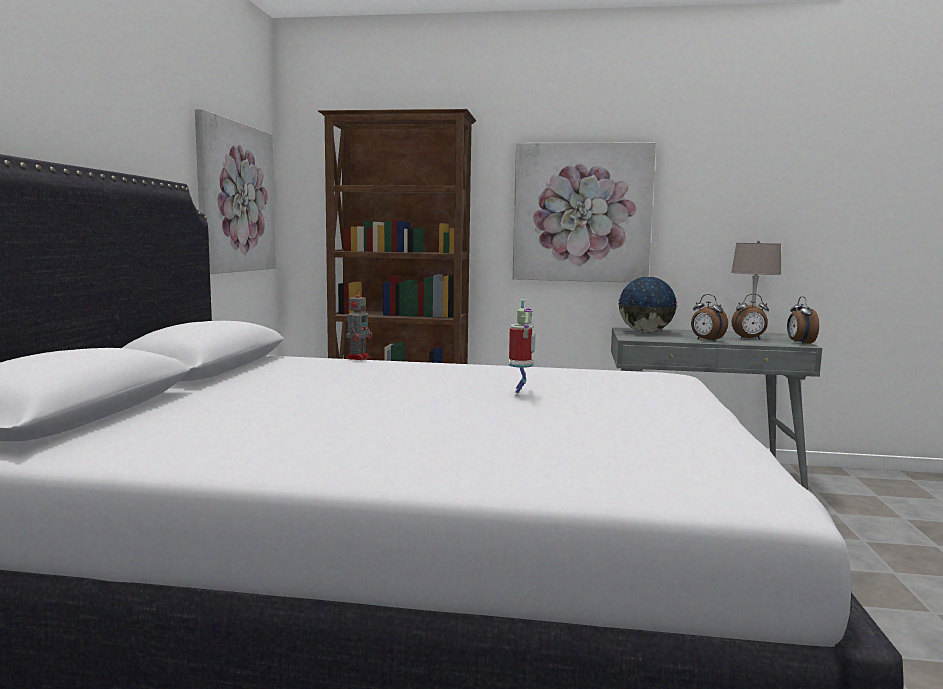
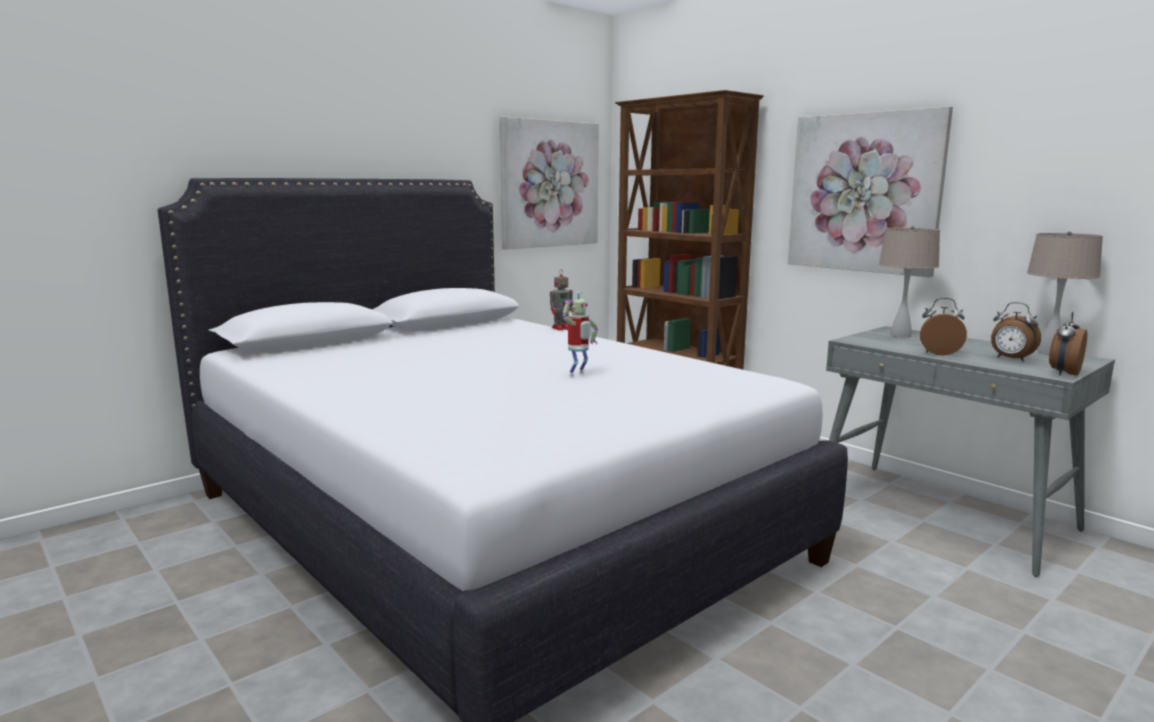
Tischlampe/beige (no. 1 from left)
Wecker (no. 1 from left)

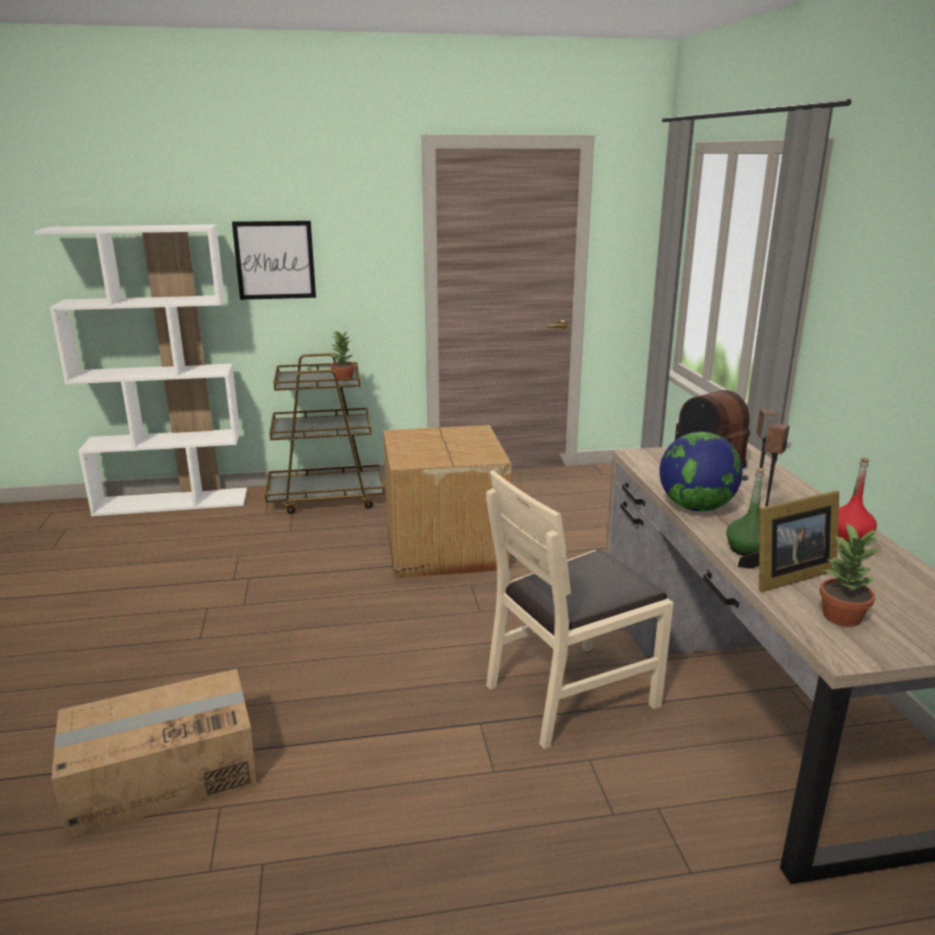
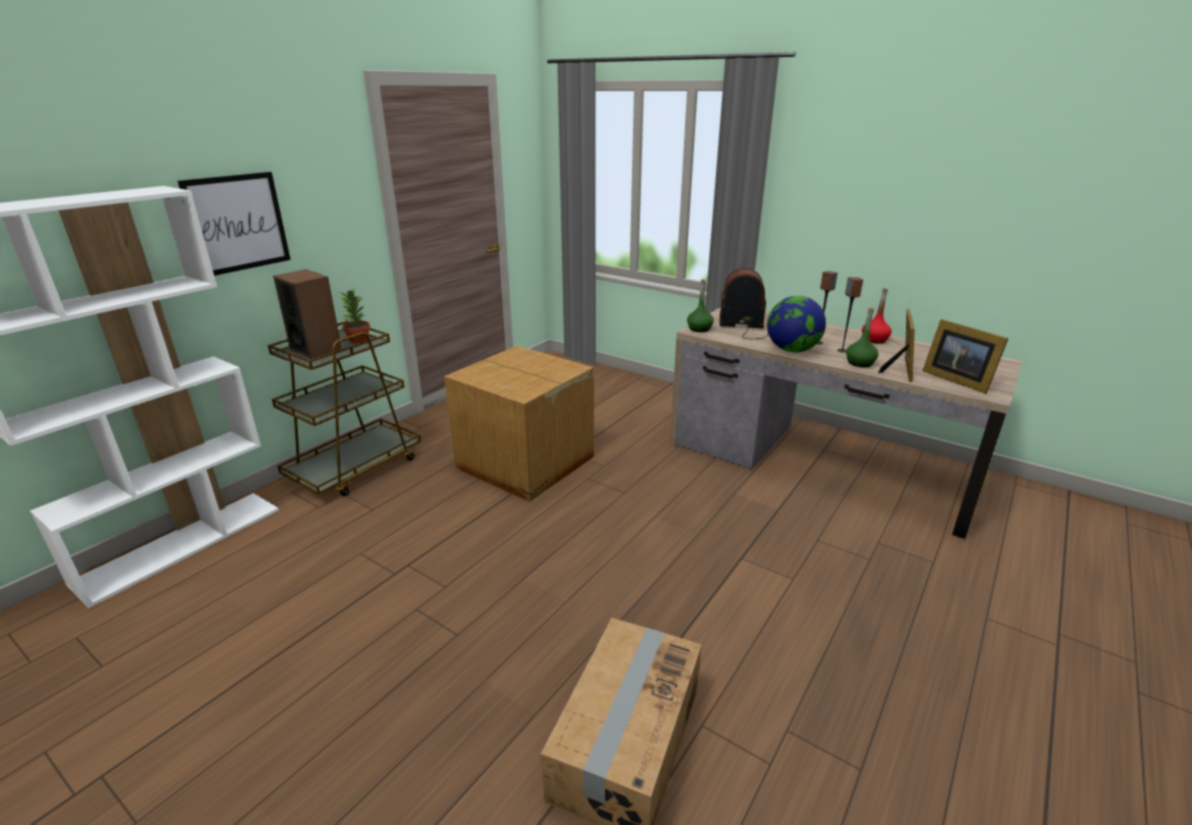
Lautsprecher (no. 1 from left)
Flasche/grün (no. 1 from left)
Bilderrahmen (no. 2 from left)
Stuhl/beige

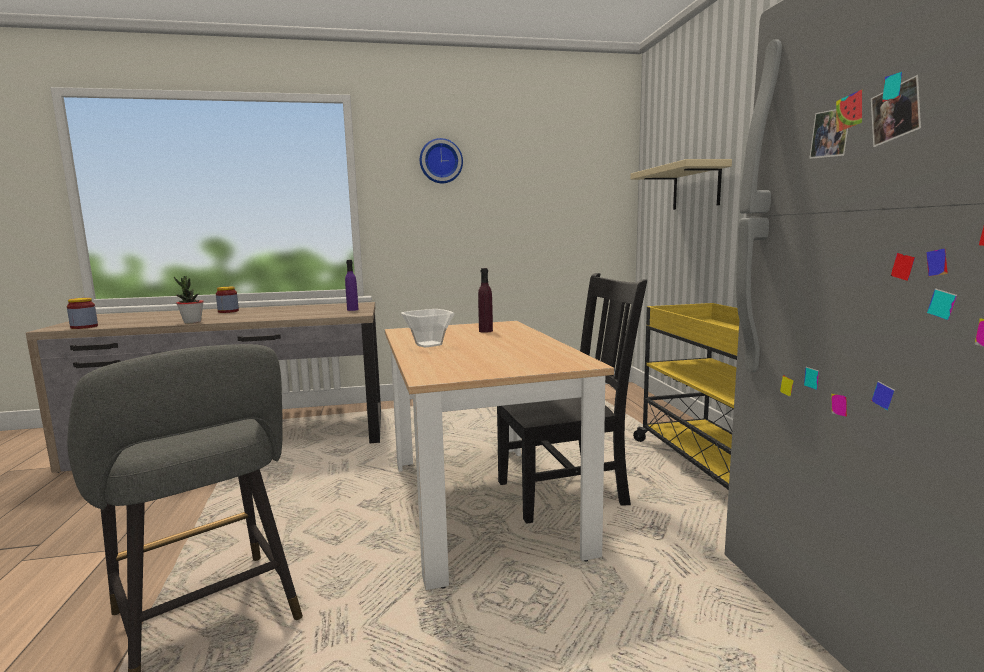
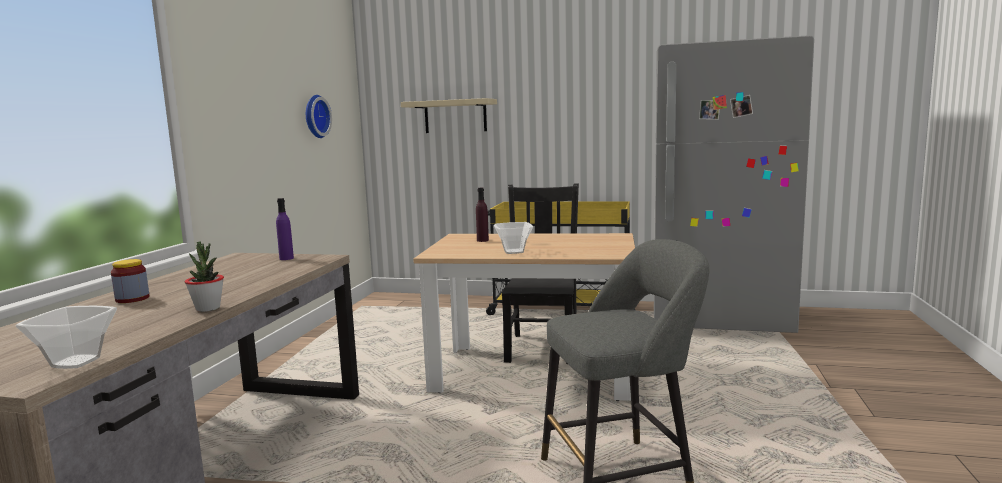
Schüssel (no. 1 from left)
Wanduhr

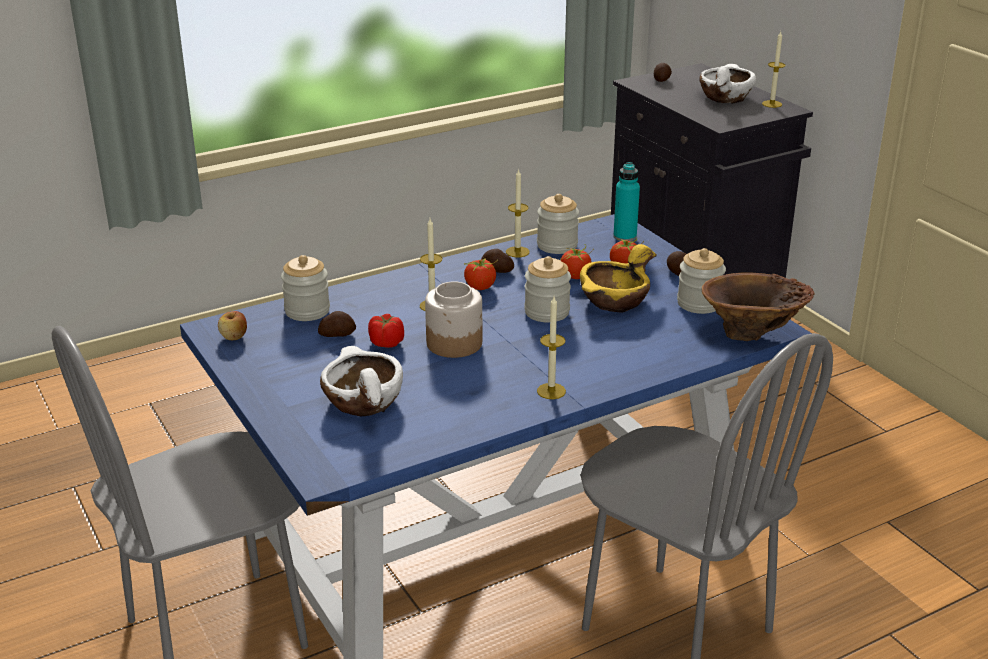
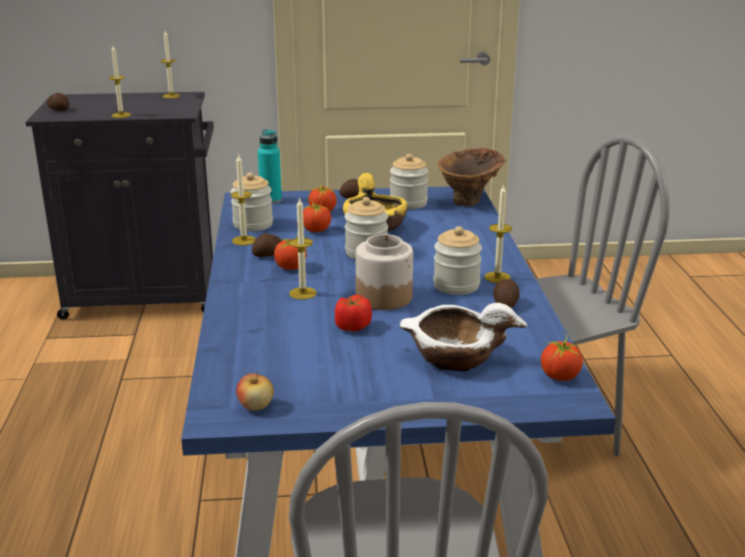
Kerze (no. 1 from left)
Vorratsglas (no. 5 from left)
Kartoffel (no. 4 from left)
Tomate (no. 5 from left)
Schüssel/weiß (no. 2 from left in the first image)

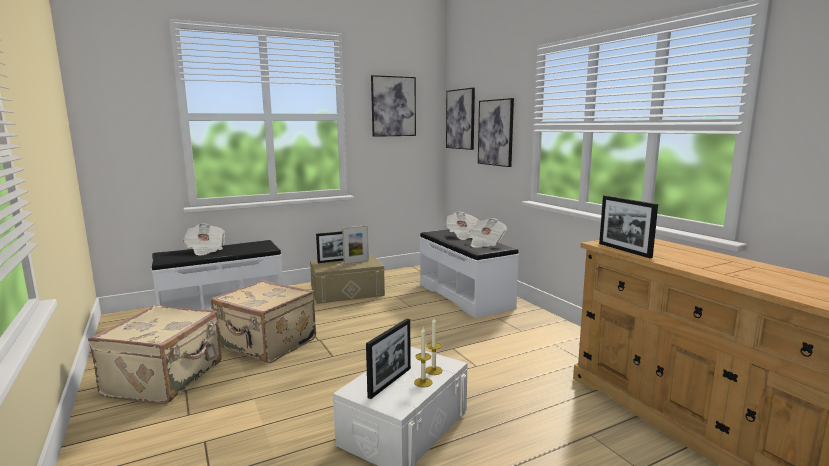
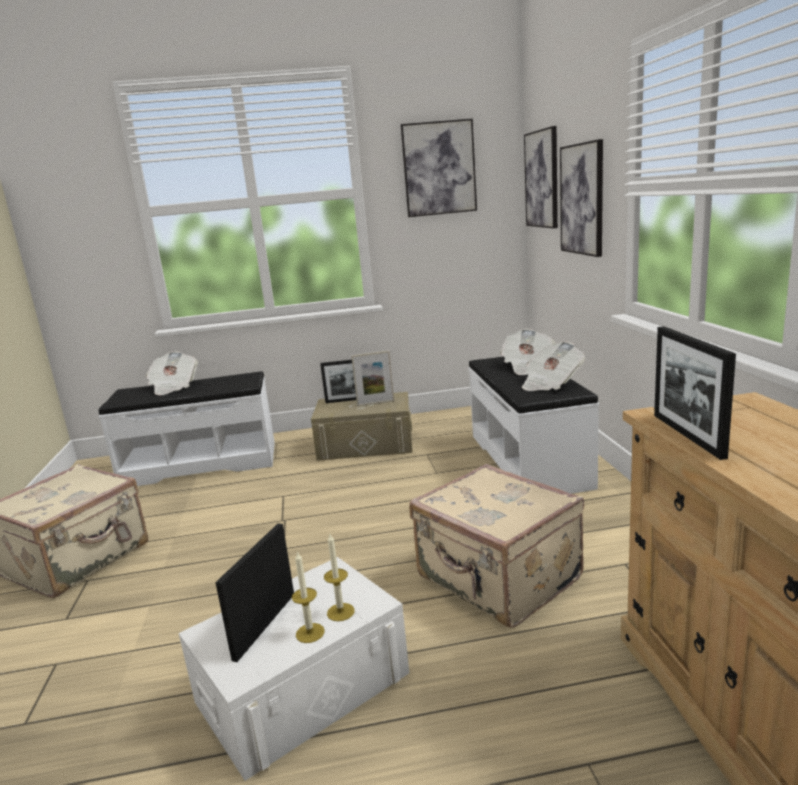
Bilderrahmen (no. 1 from left)
Koffer/beige (no. 2 from left)

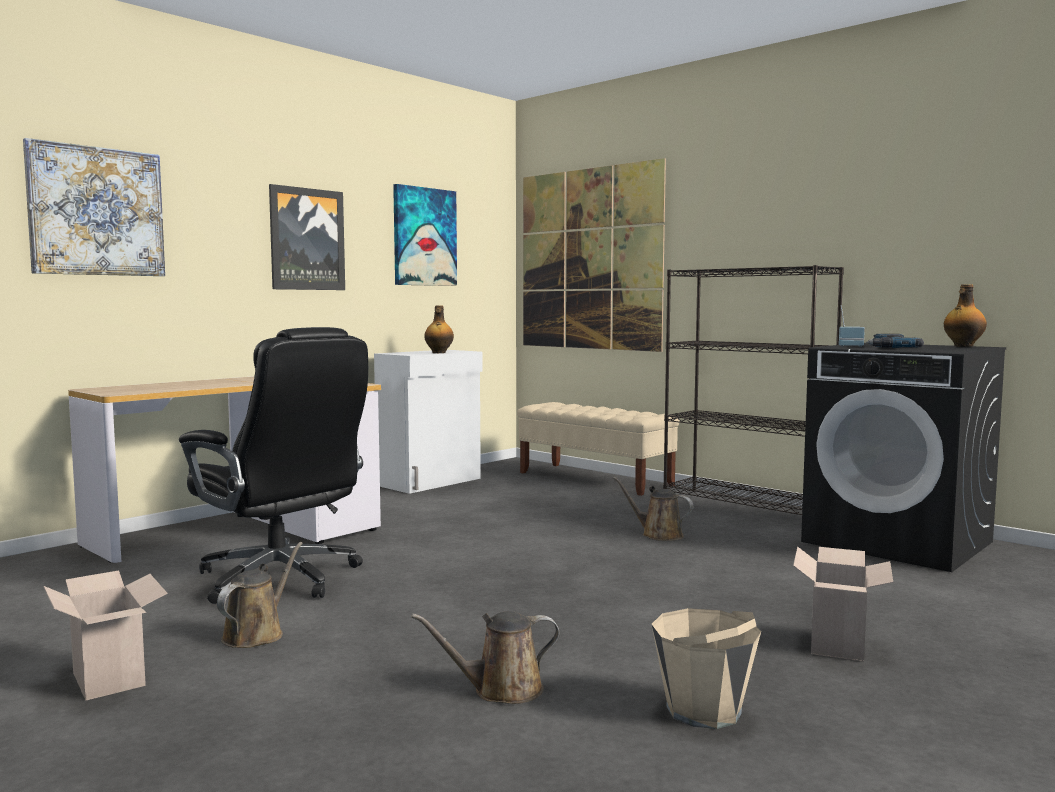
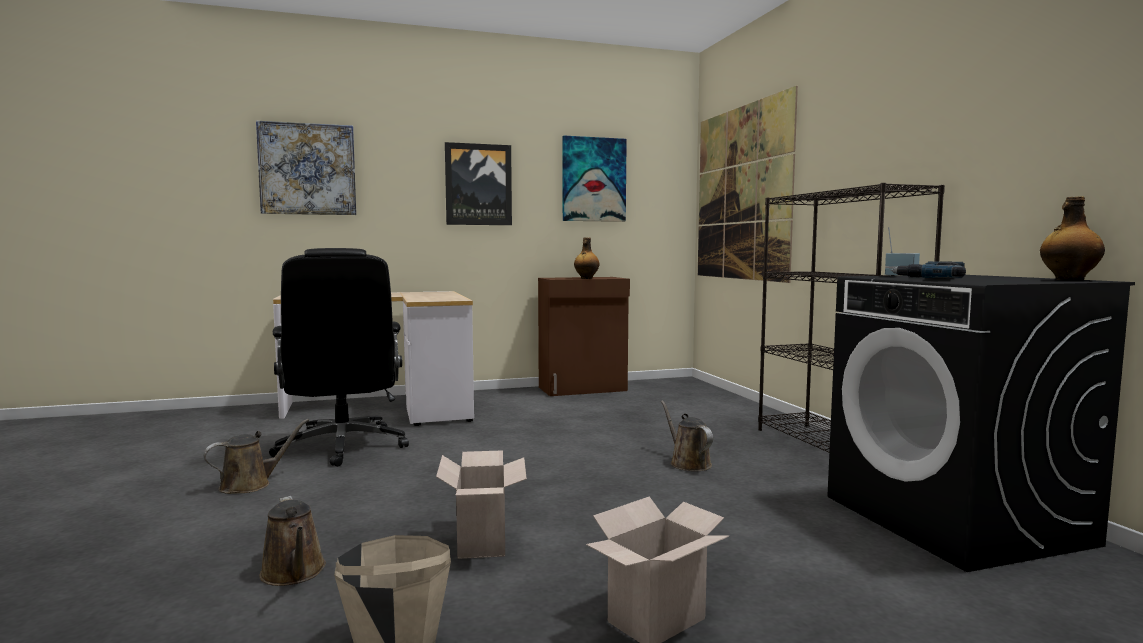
Gießkanne/braun (no. 2 from left)
Karton (no. 1 from left)
Schrank/braun
Bank/beige

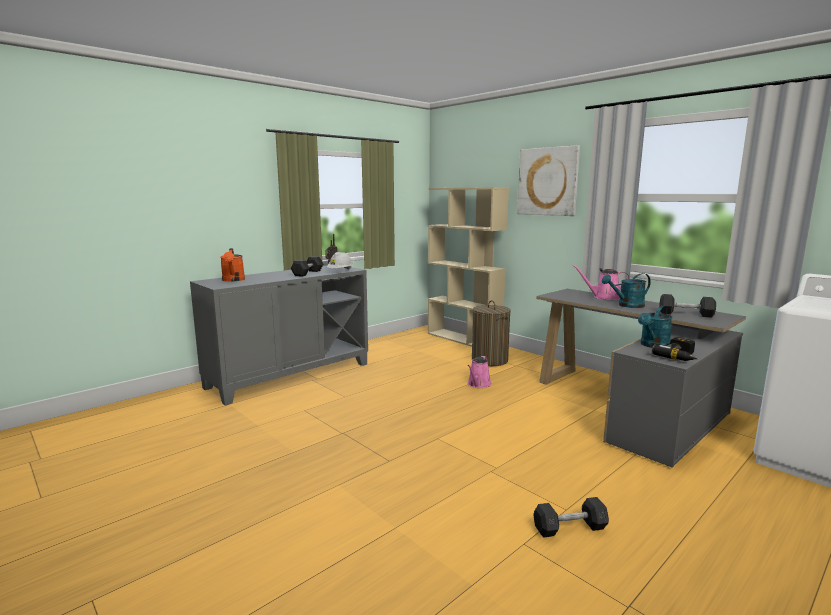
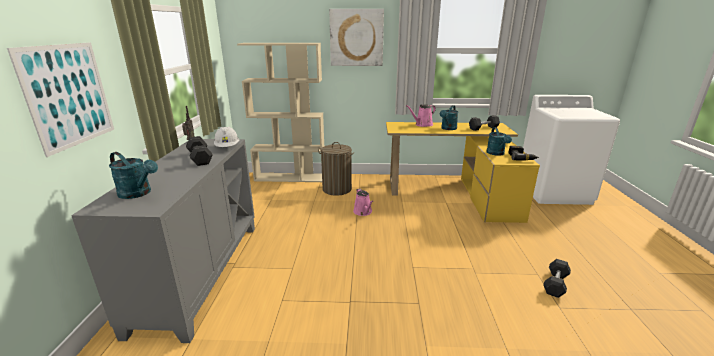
Bild (no. 1 from left)
Gießkanne/türkis (no. 1 from left)
Schreibtisch/gelb

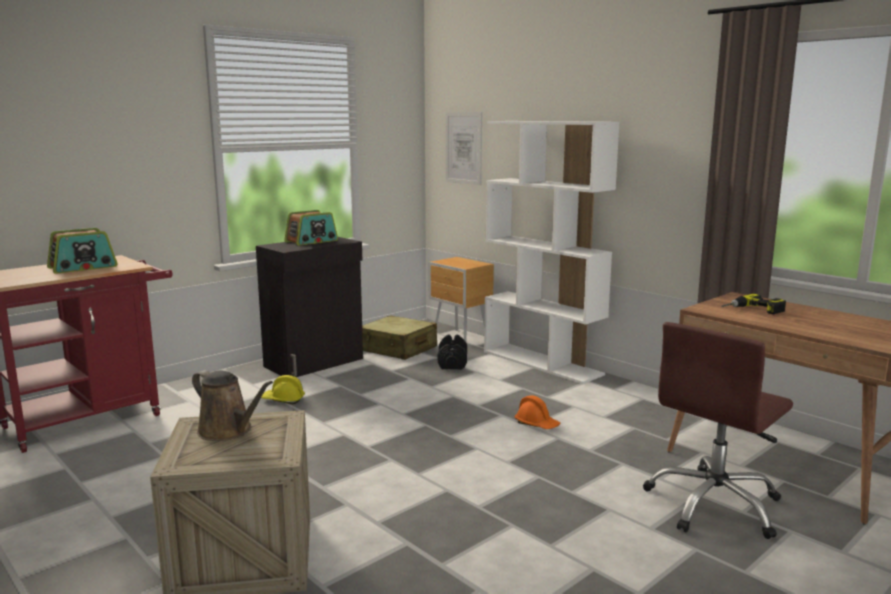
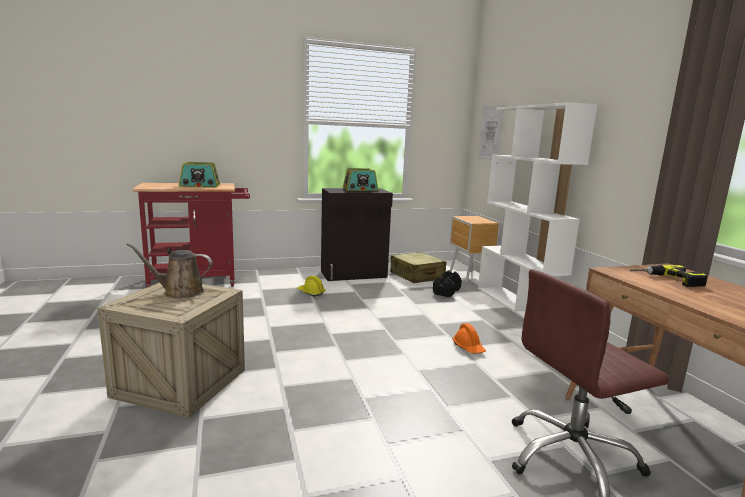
Gießkanne/braun

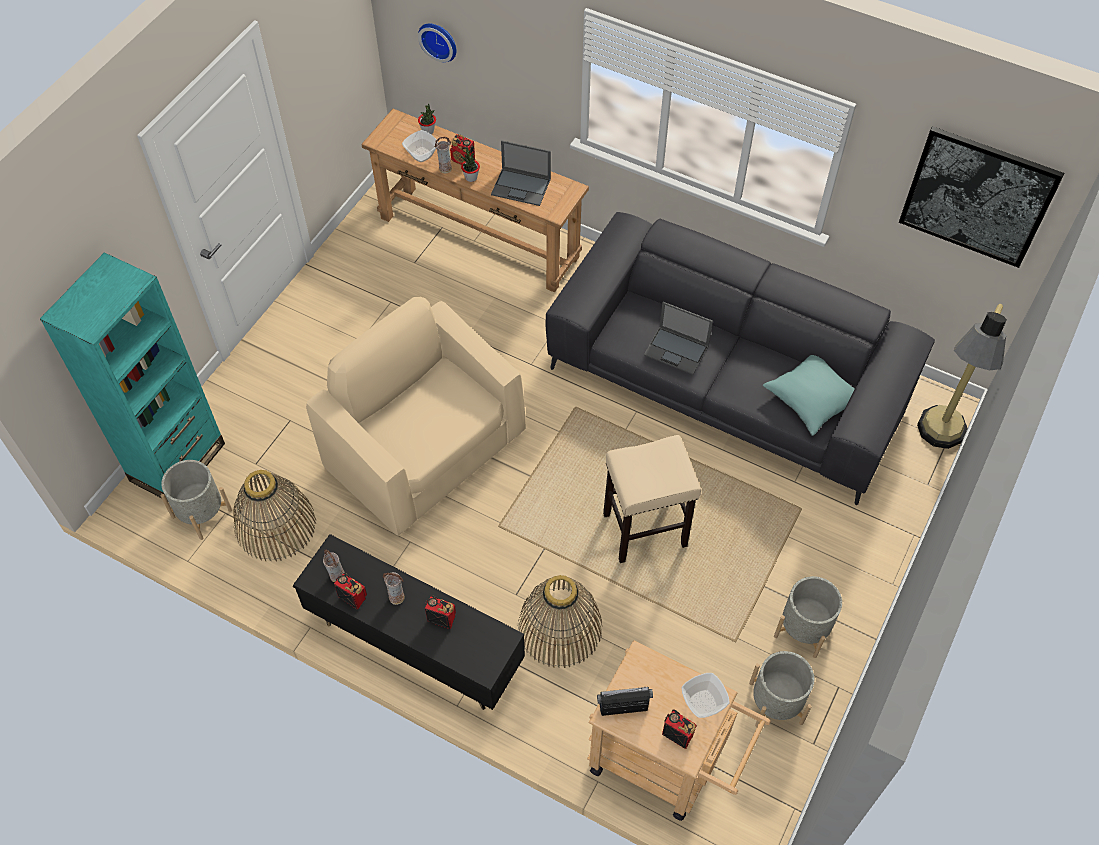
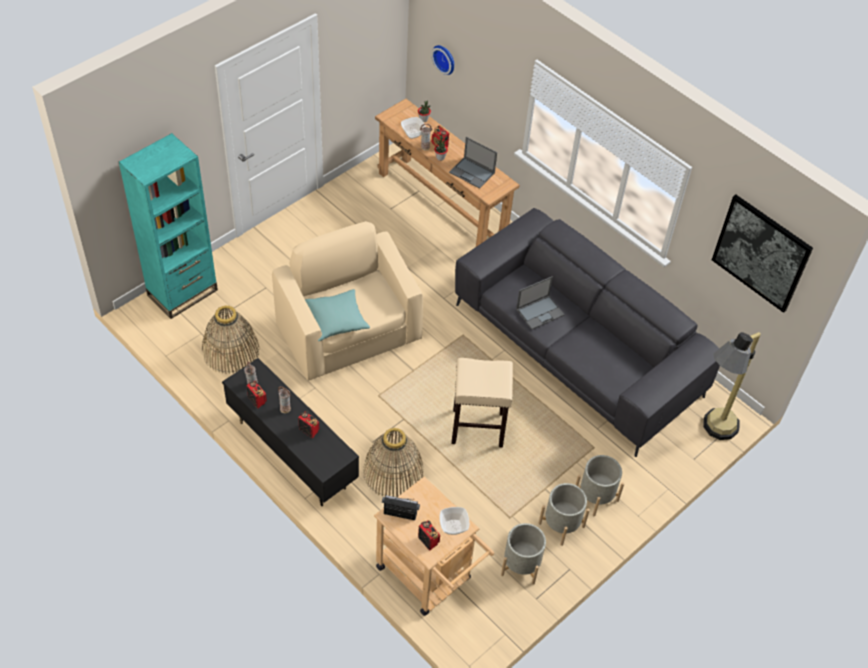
Kissen/türkis
Laptop (no. 2 from left)
Pflanzkübel/grau (no. 3 from left)

